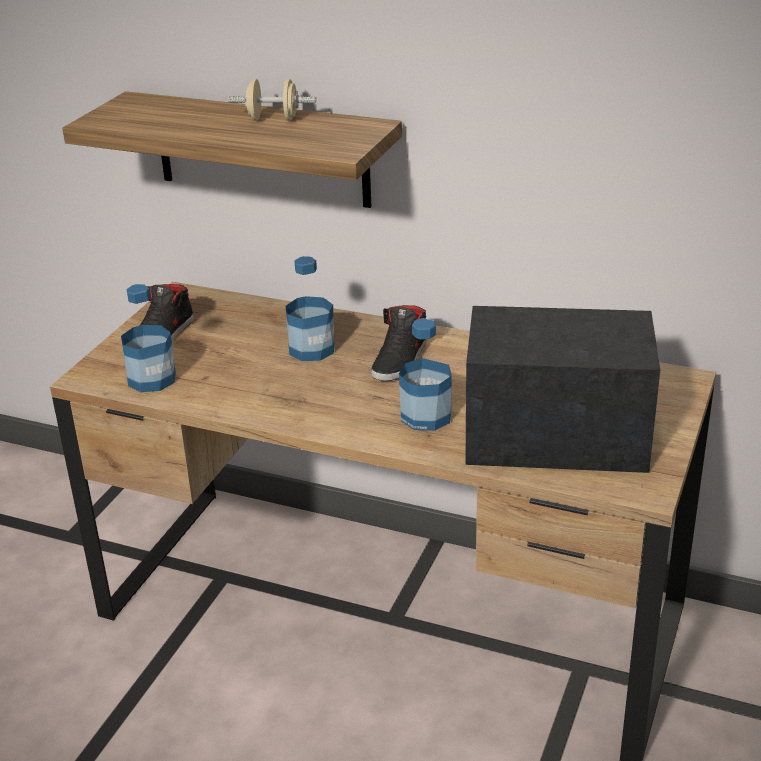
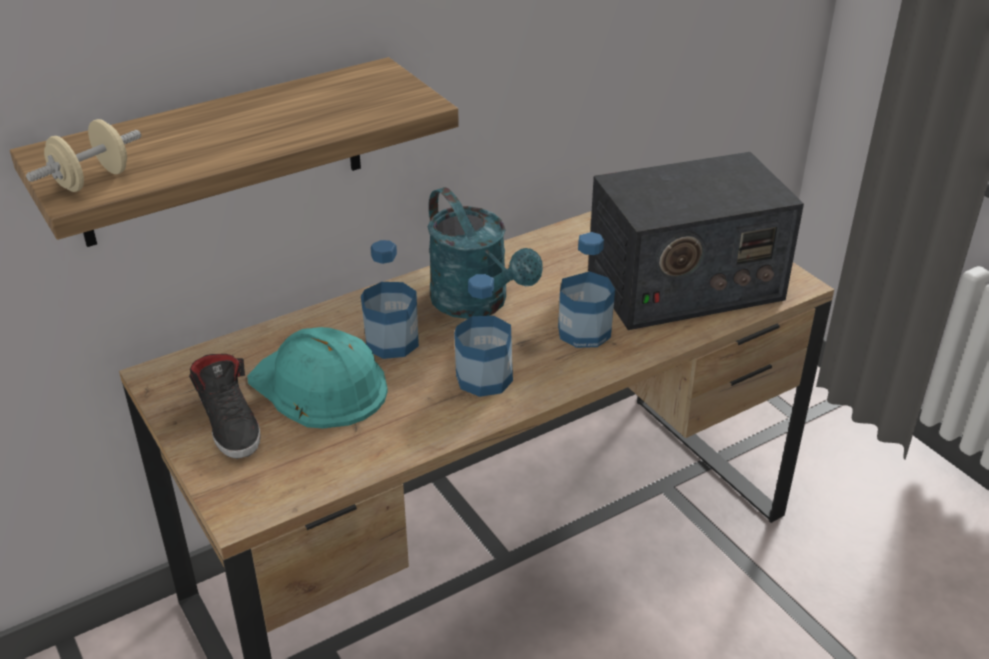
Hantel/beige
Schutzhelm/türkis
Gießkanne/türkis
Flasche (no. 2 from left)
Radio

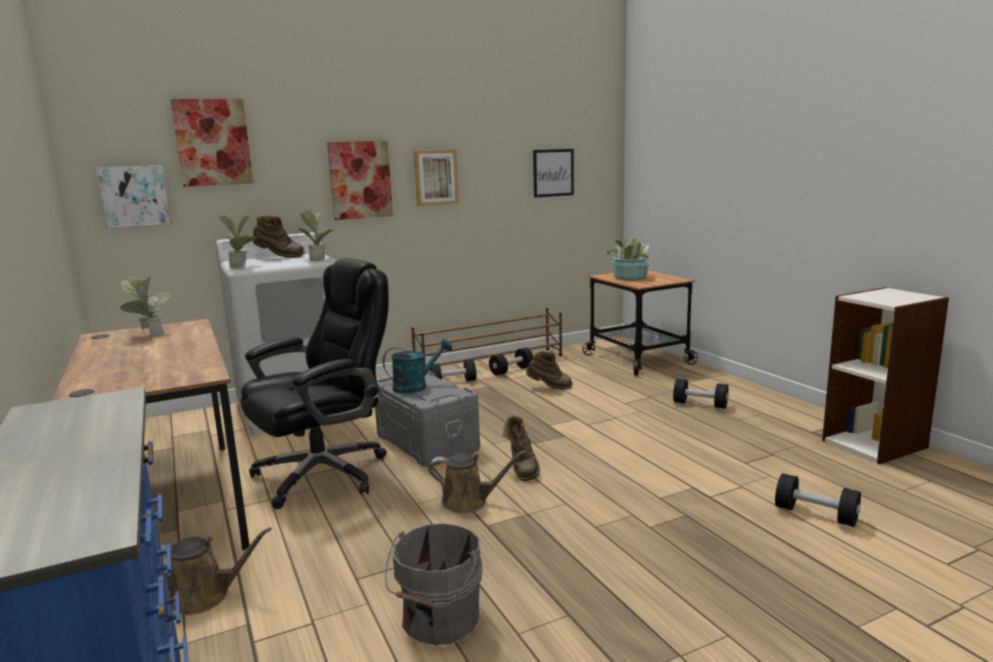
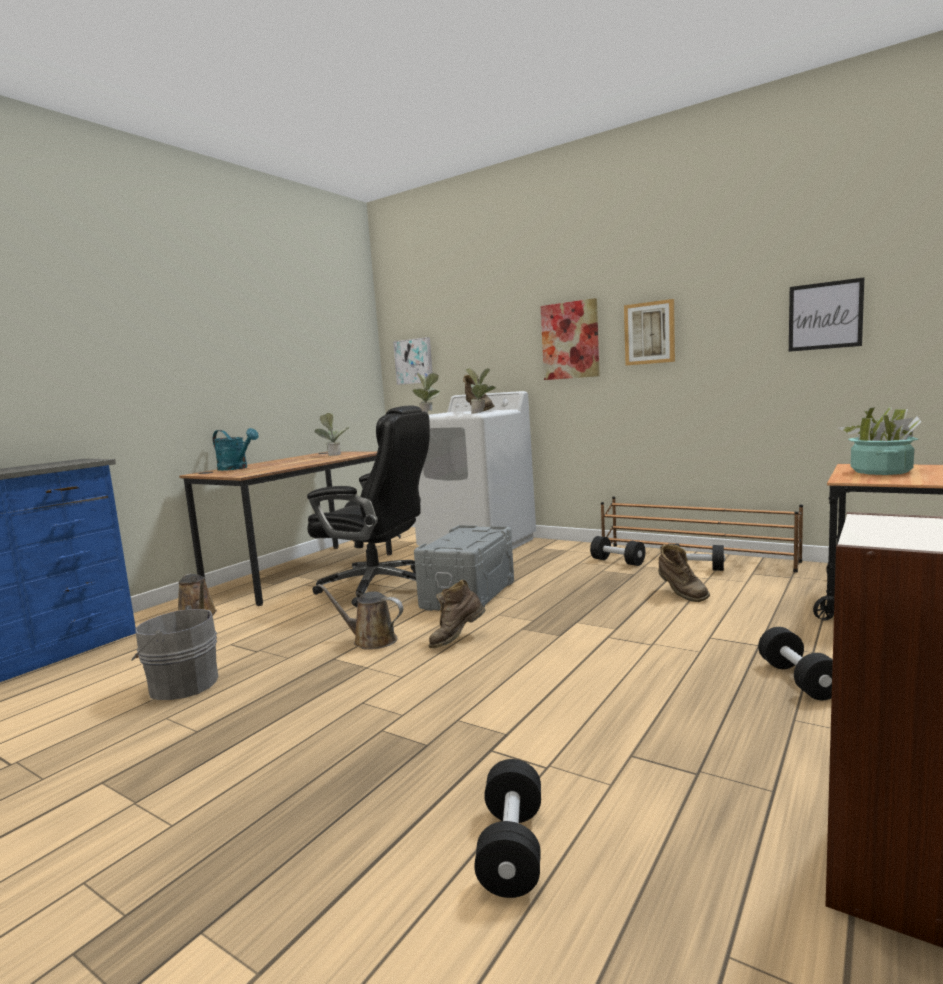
Gießkanne/türkis
Gießkanne/braun (no. 2 from left)
Bild (no. 2 from left in the first image)

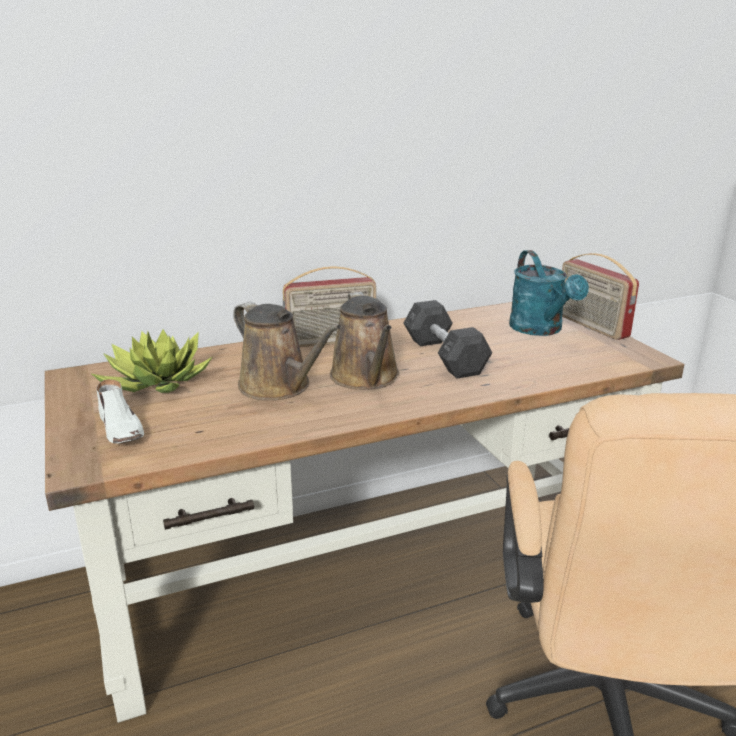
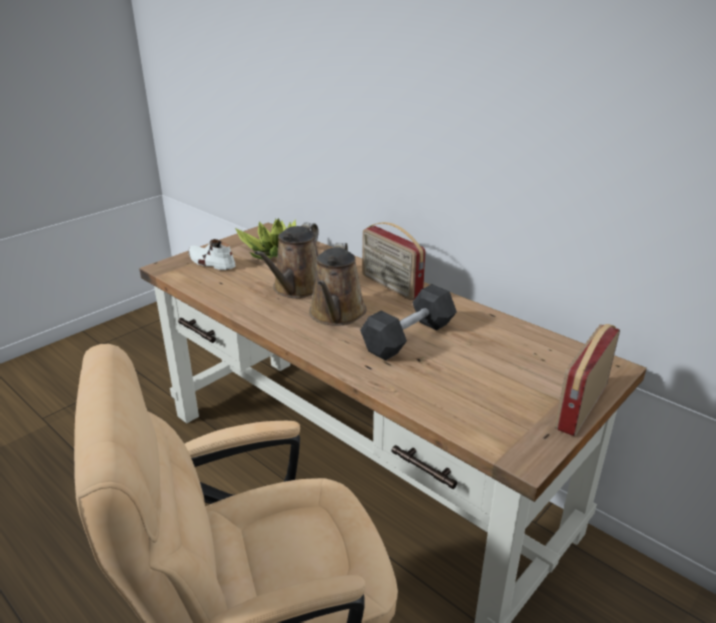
Schuh/weiß
Gießkanne/braun (no. 2 from left)
Gießkanne/türkis

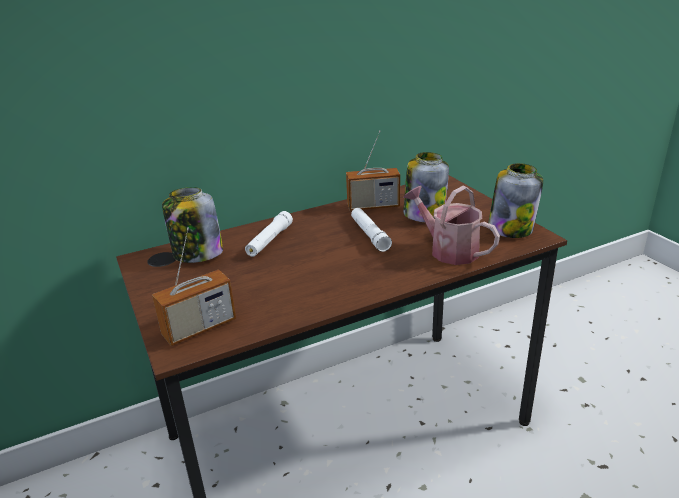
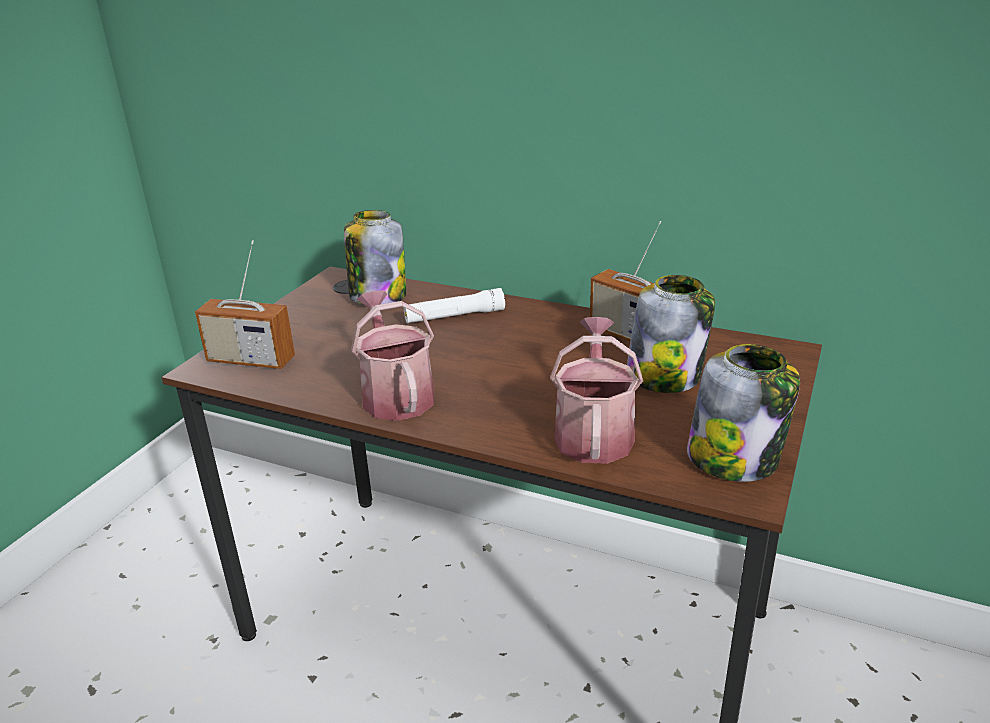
Gießkanne (no. 1 from left)
Taschenlampe/weiß (no. 2 from left in the first image)

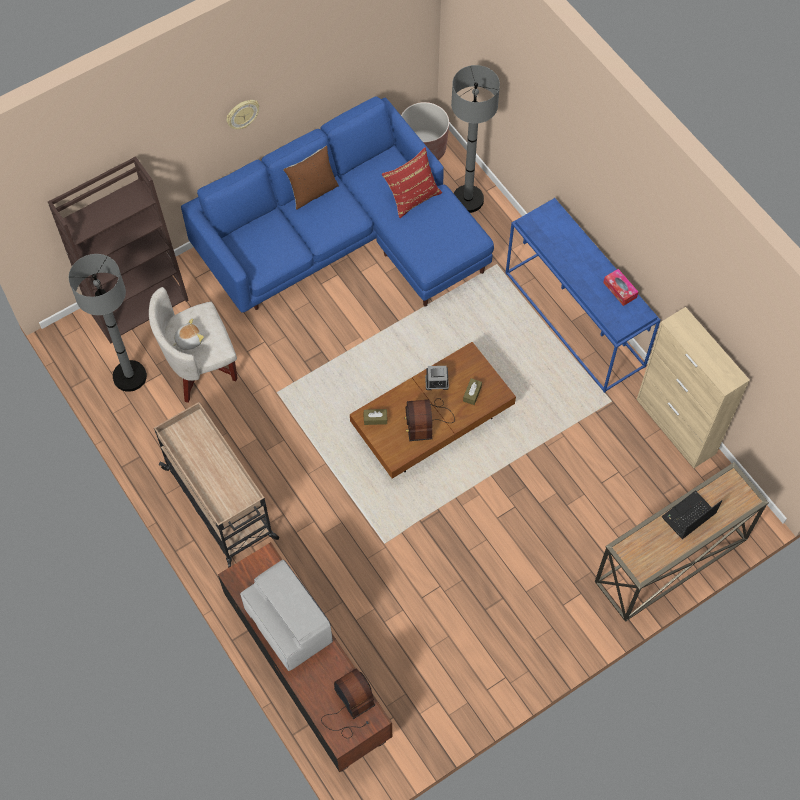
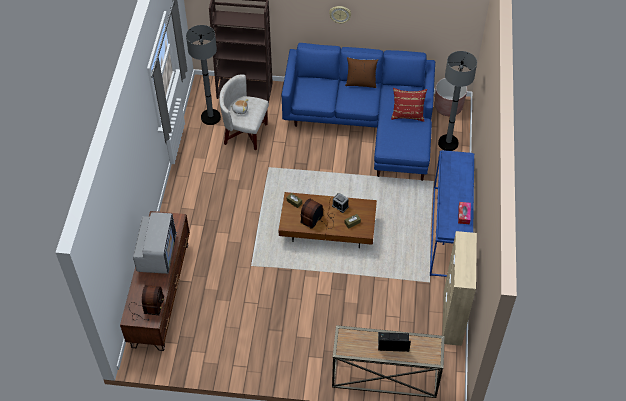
Rollwagen/beige

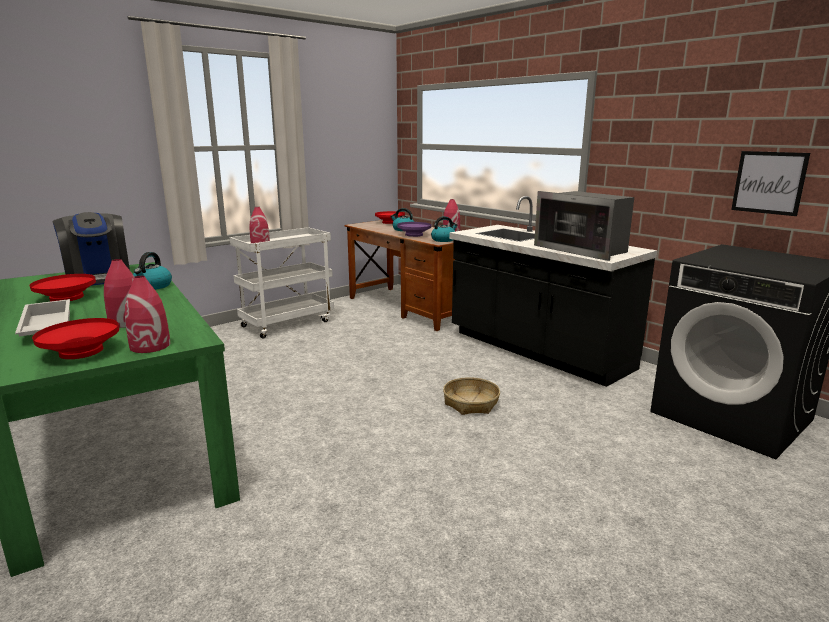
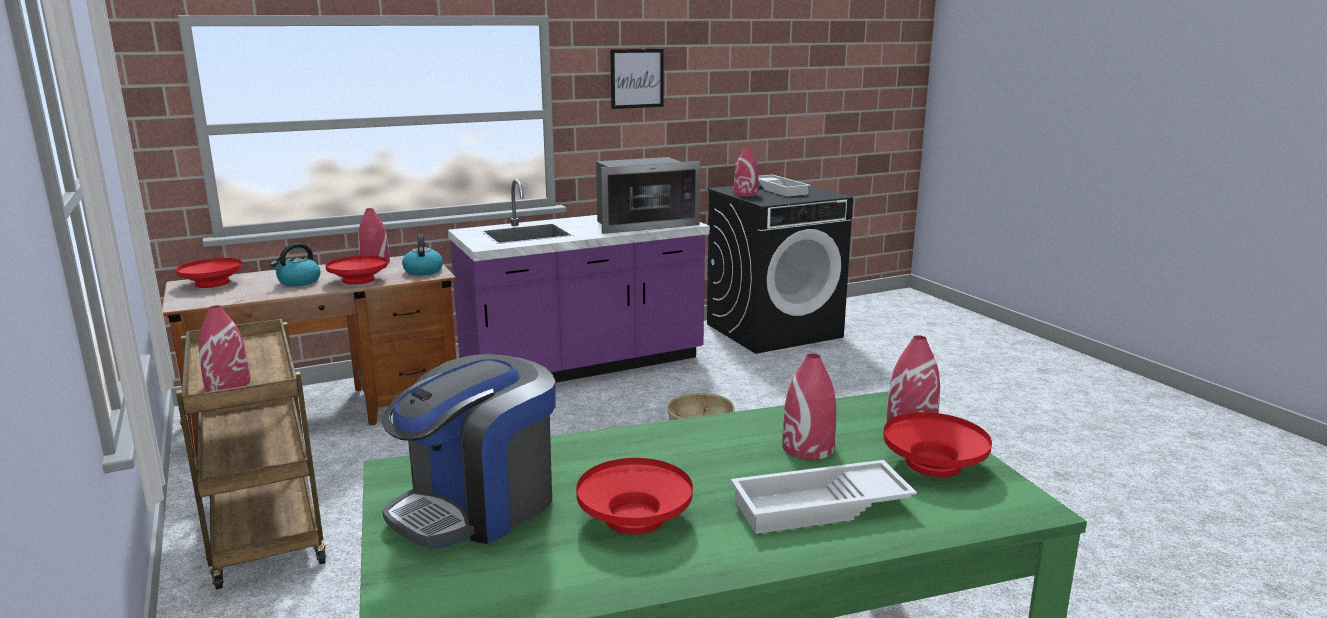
Rollwagen/braun
Schüssel/rot (no. 2 from left)
Kaffeemaschine
Küchenzeile/lila
Bild
Vase/rot (no. 3 from left)
Tablett/weiß (no. 1 from left)
Wasserkessel (no. 1 from left in the first image)

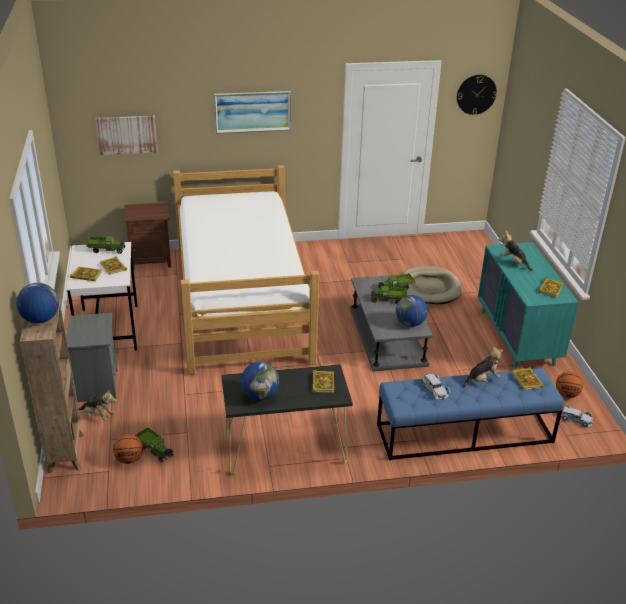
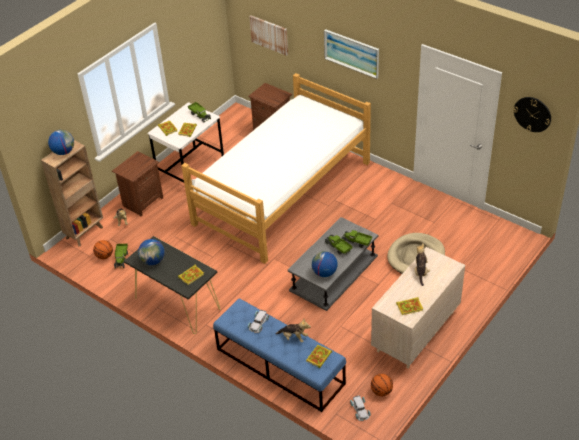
Nachttisch/braun (no. 1 from left)
Kommode/beige

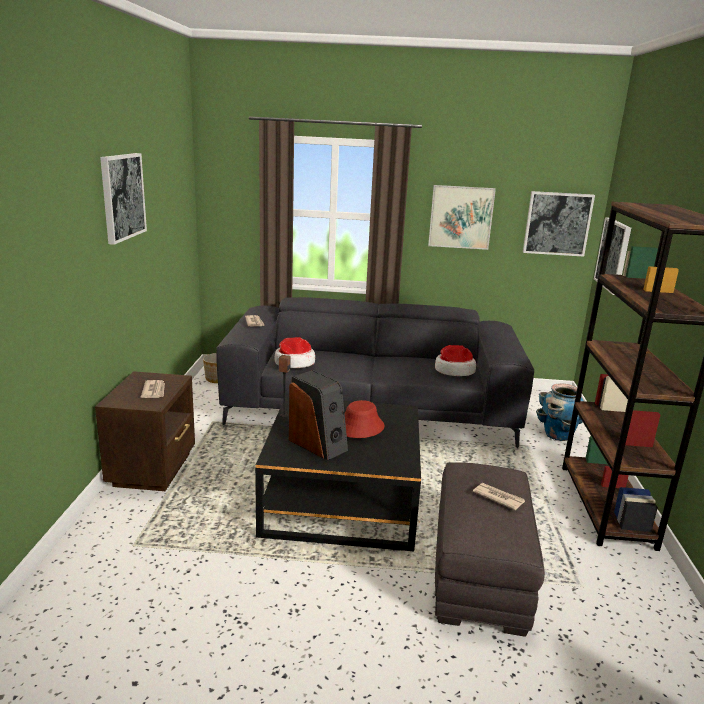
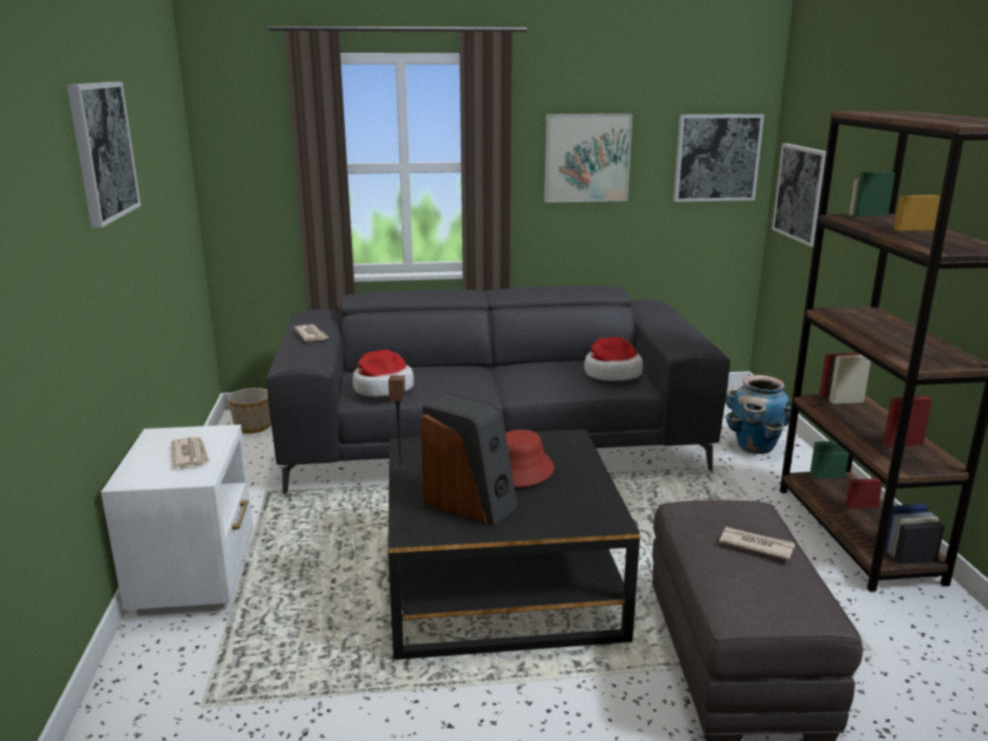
Nachttisch/weiß

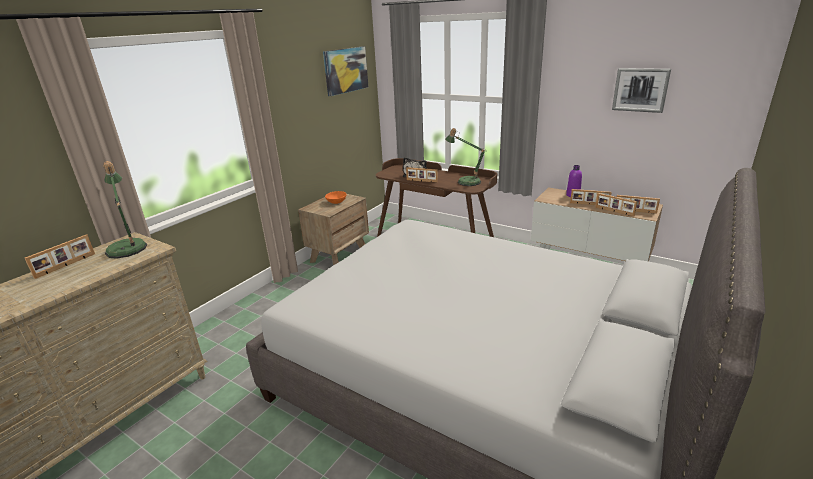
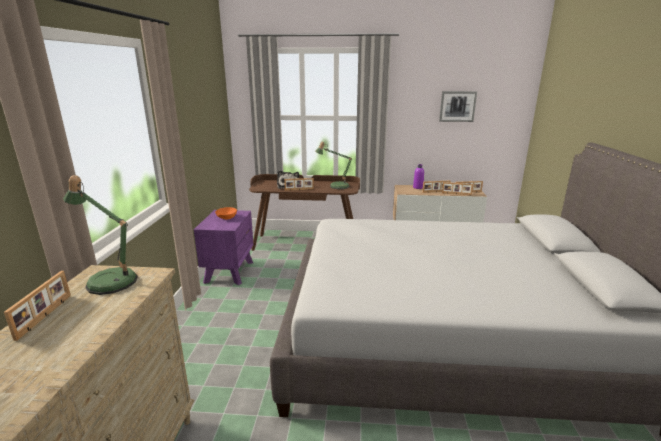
Nachttisch/lila
Bild (no. 1 from left in the first image)

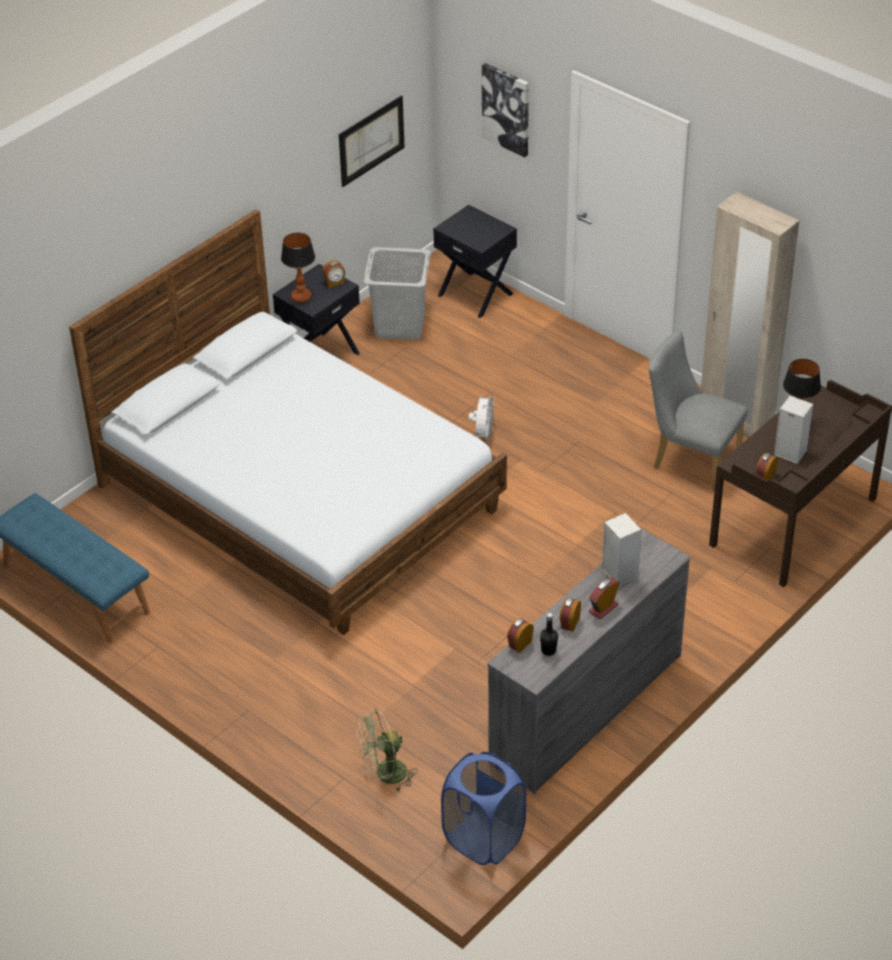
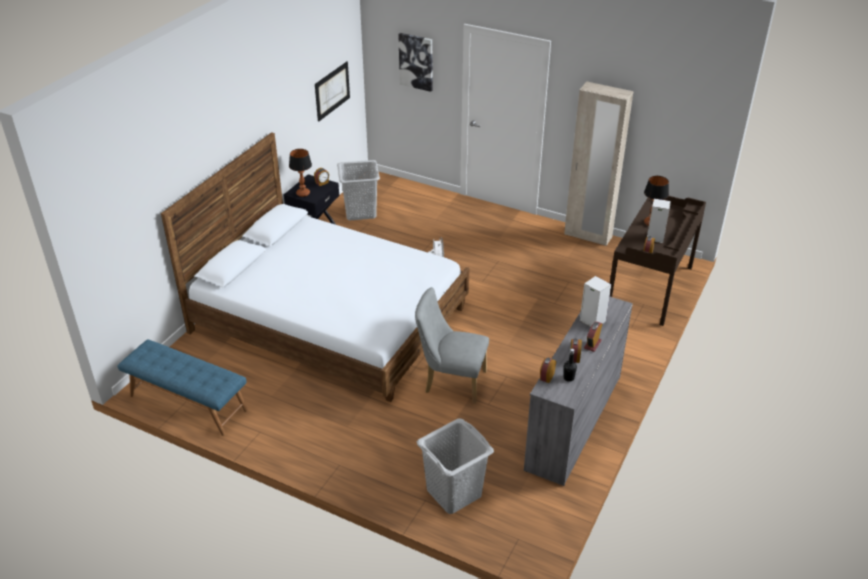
Stuhl/grau
Wäschekorb/grau (no. 2 from left)
Nachttisch/schwarz (no. 2 from left in the first image)
Wäschekorb/blau

